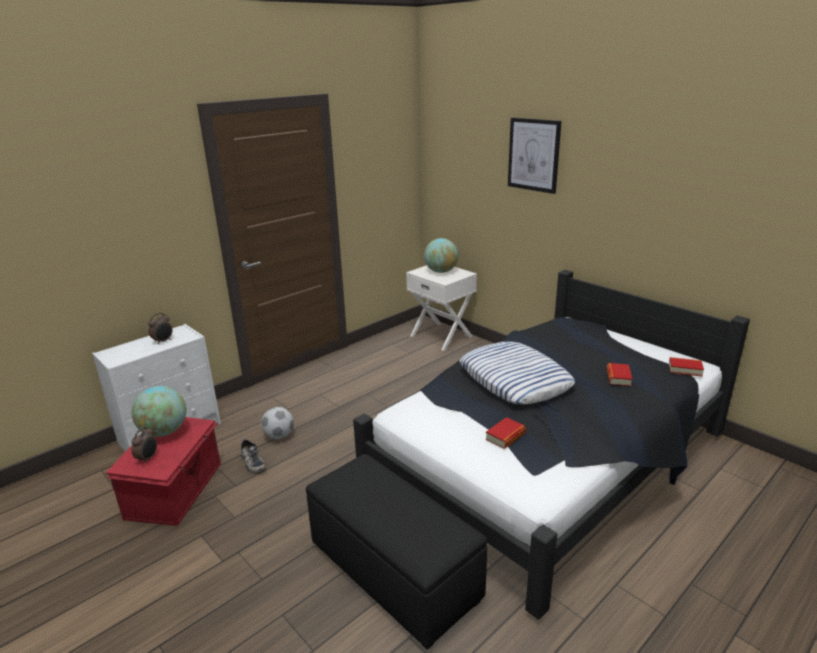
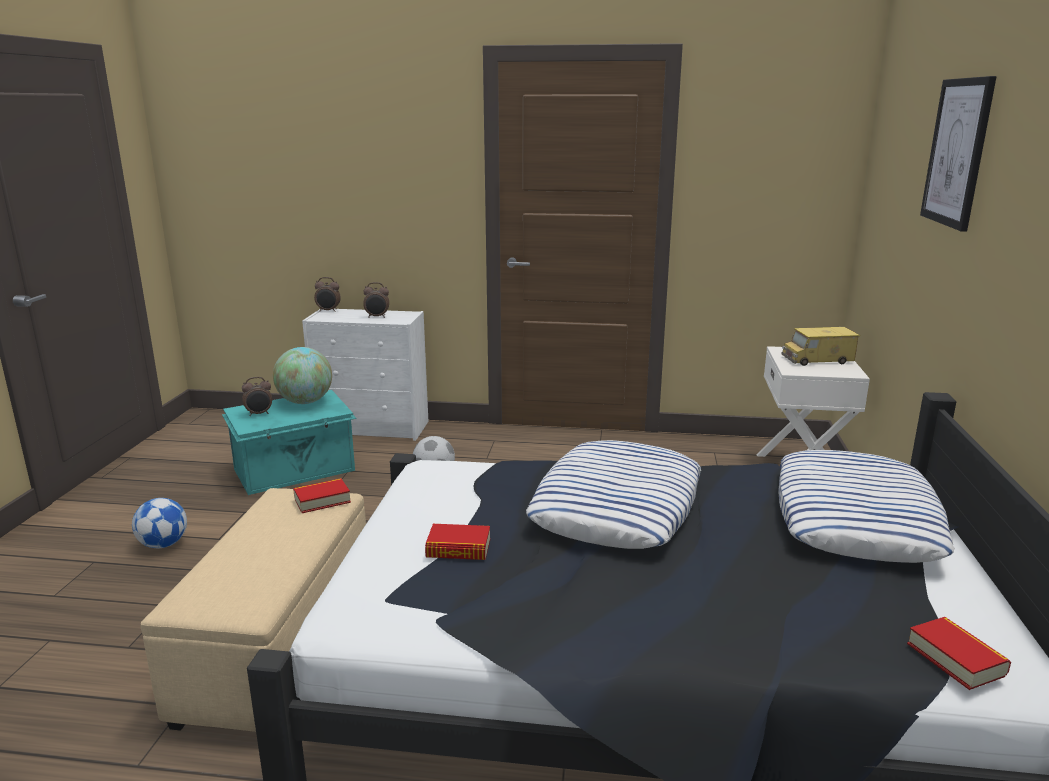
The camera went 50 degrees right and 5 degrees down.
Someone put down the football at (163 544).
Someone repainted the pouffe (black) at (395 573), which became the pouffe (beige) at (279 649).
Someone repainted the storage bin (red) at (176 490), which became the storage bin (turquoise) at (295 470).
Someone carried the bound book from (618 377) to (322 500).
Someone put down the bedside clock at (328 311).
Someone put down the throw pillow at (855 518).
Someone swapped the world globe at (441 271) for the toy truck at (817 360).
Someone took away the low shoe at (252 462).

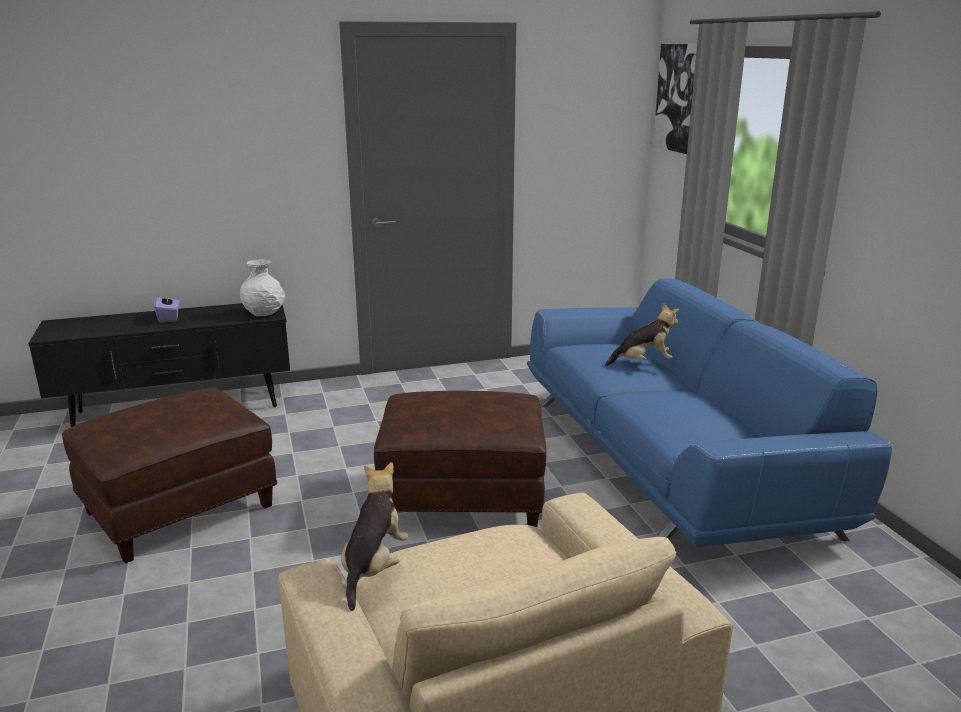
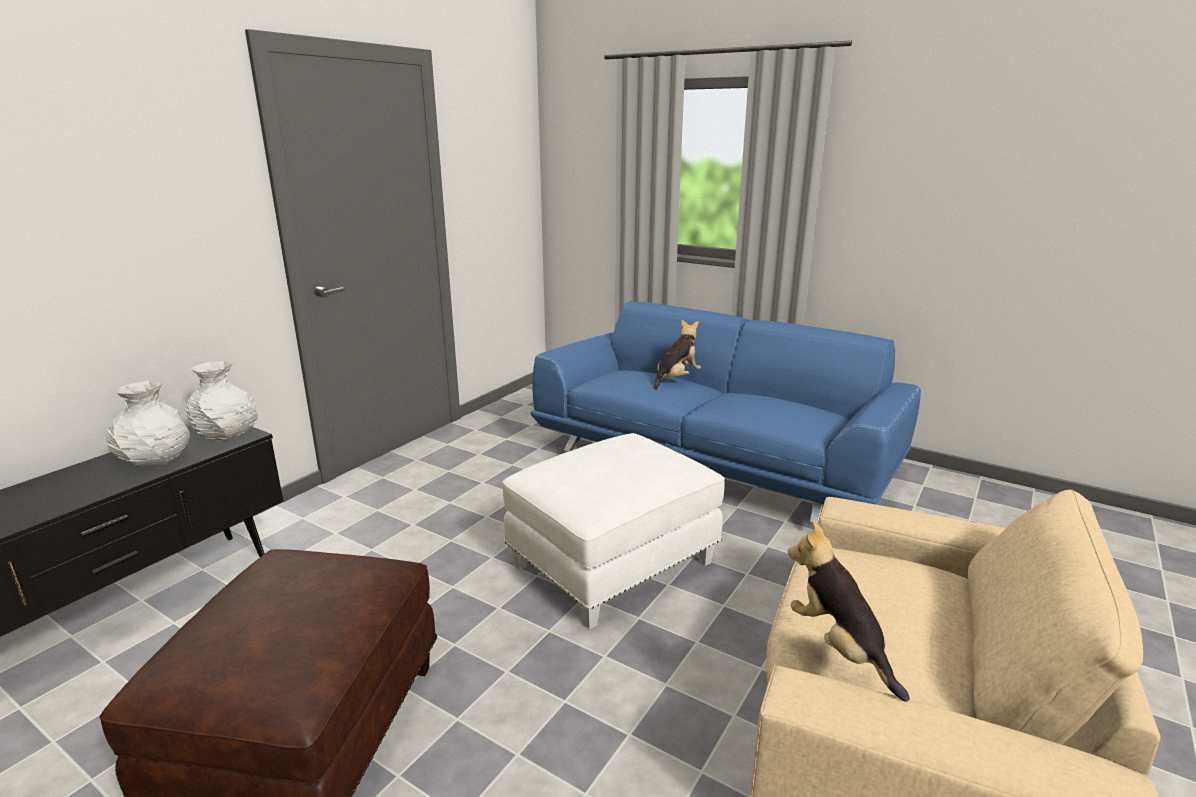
The camera went 40 degrees left and 0 degrees up.
Someone put down the vase (whitish) at (155 460).
Someone repainted the pouffe (brown-coloured) at (464 499), which became the pouffe (whitish) at (613 563).
Someone took away the box of tissues (purplish) at (169 318).
Someone took away the picture at (679 98).

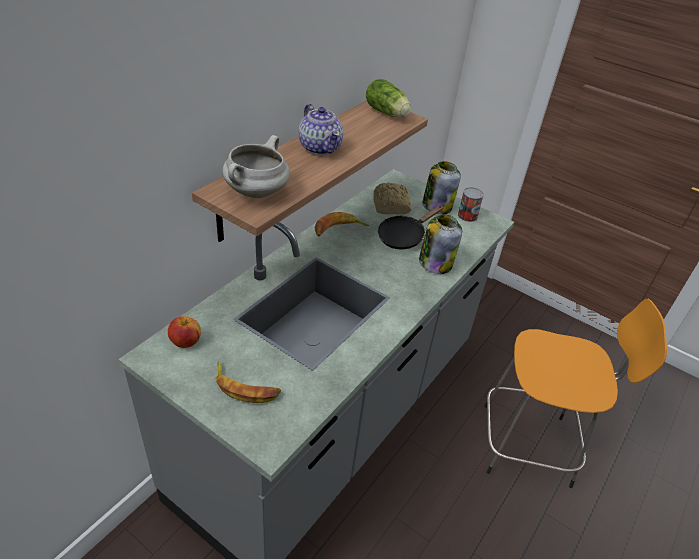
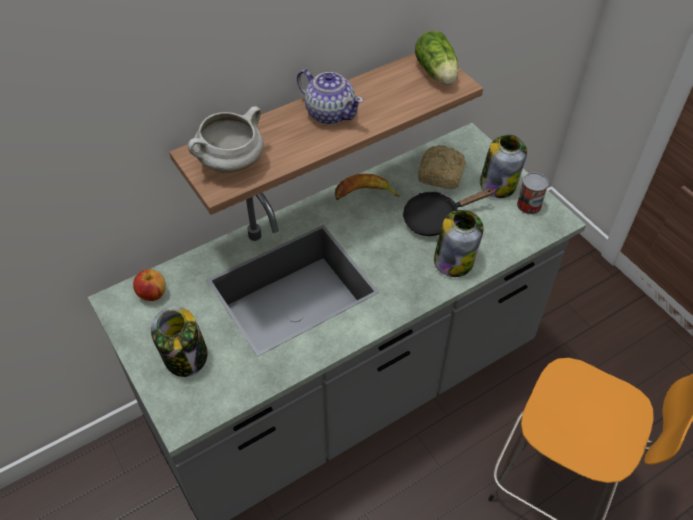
The camera went 25 degrees right and 10 degrees up.
Someone swapped the whole banana at (245 387) for the jar at (185 357).
Someone rotated the tea pot at (320 147) by 45 degrees counterclockwise.

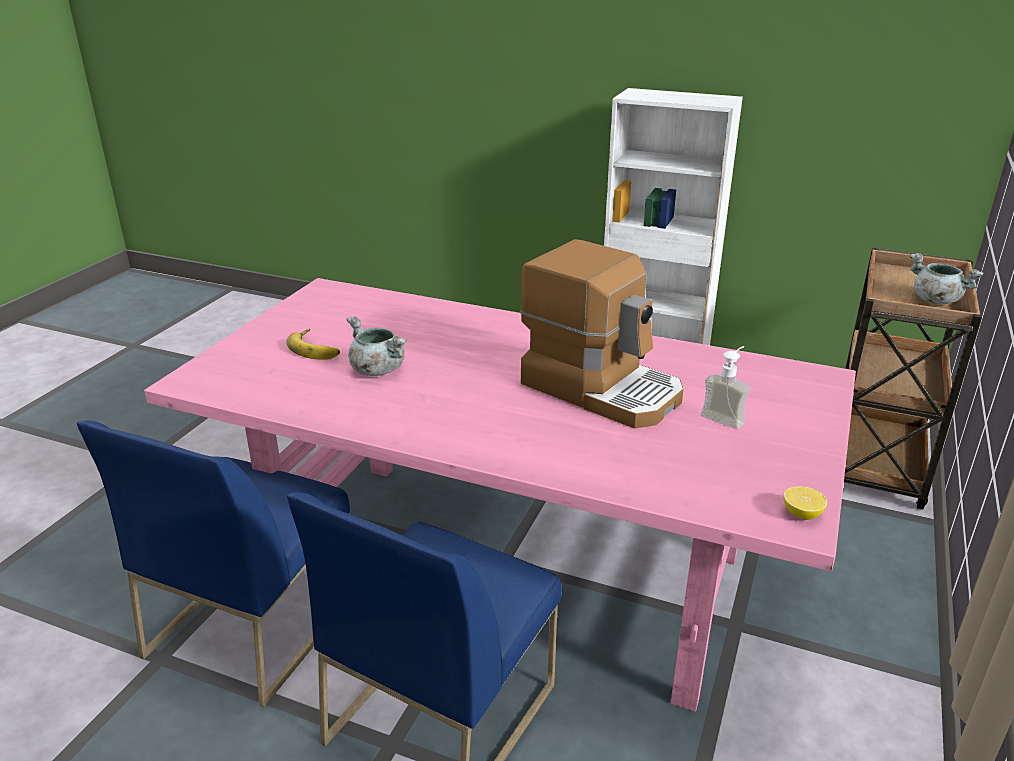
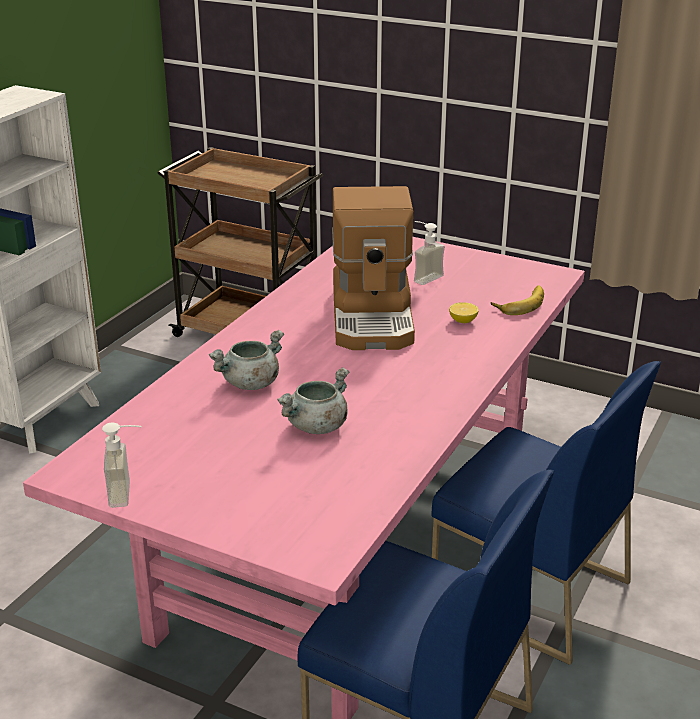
The camera went 85 degrees left and 0 degrees up.
Someone put down the liquid soap bottle at (129 493).
Someone carried the stockpot (gray) from (935 300) to (250 384).
Someone rotated the coffee maker at (602 388) by 135 degrees clockwise.
Someone carried the whole lemon from (802 514) to (463 321).
Someone carried the whole banana from (317 348) to (519 303).

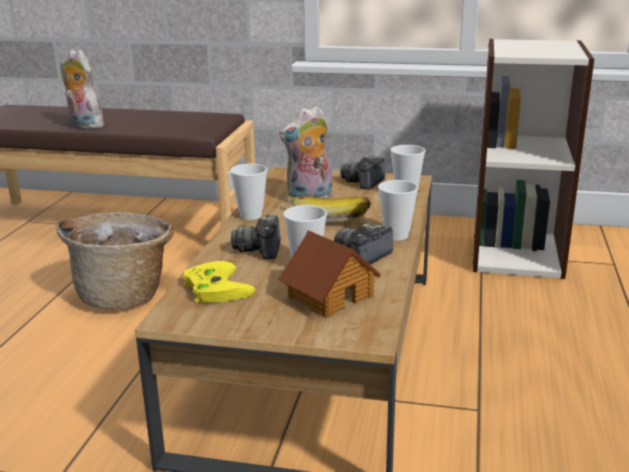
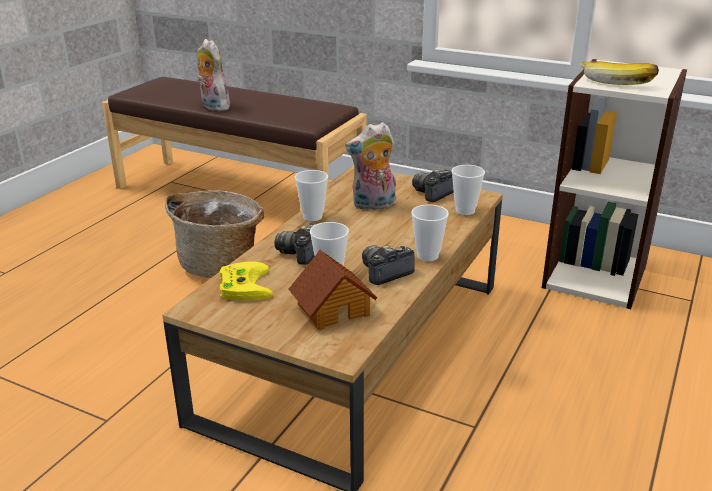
The camera went 15 degrees right and 5 degrees up.
Someone carried the whole banana from (329 216) to (617 81).

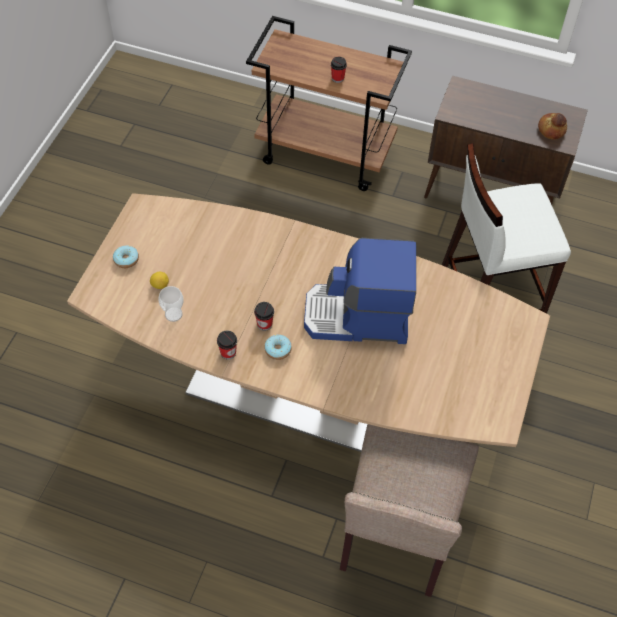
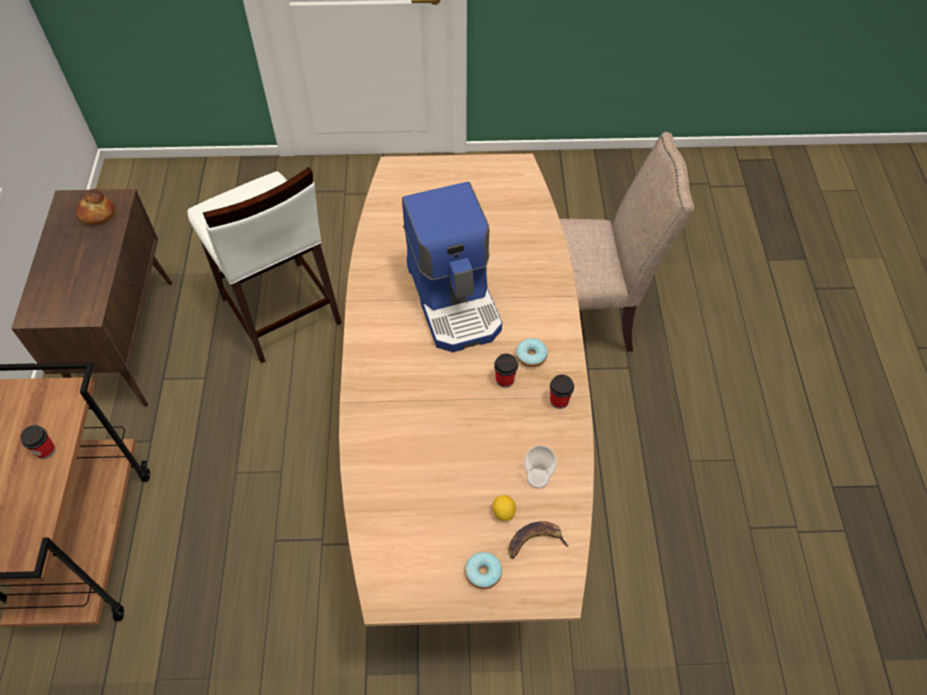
The camera went 110 degrees left and 0 degrees up.
Someone put down the whole banana at (535 541).

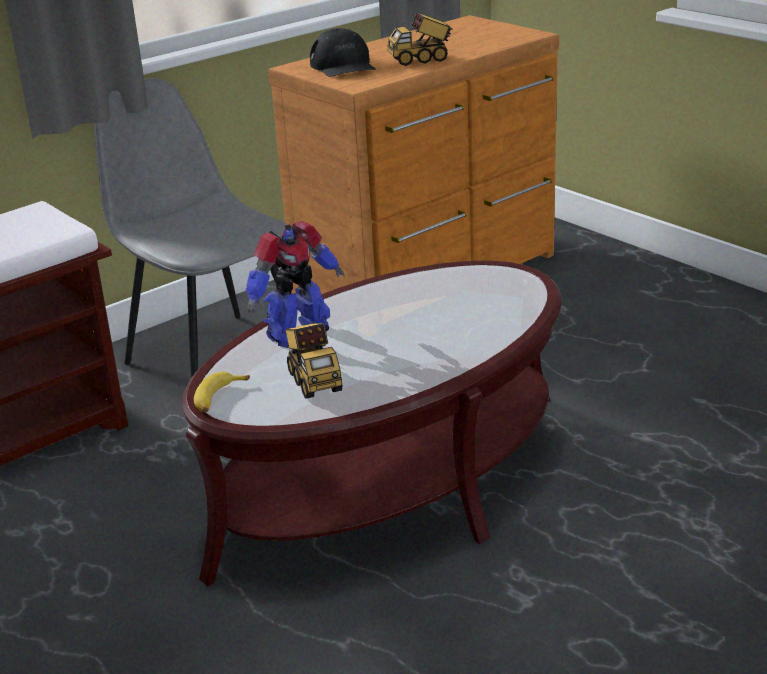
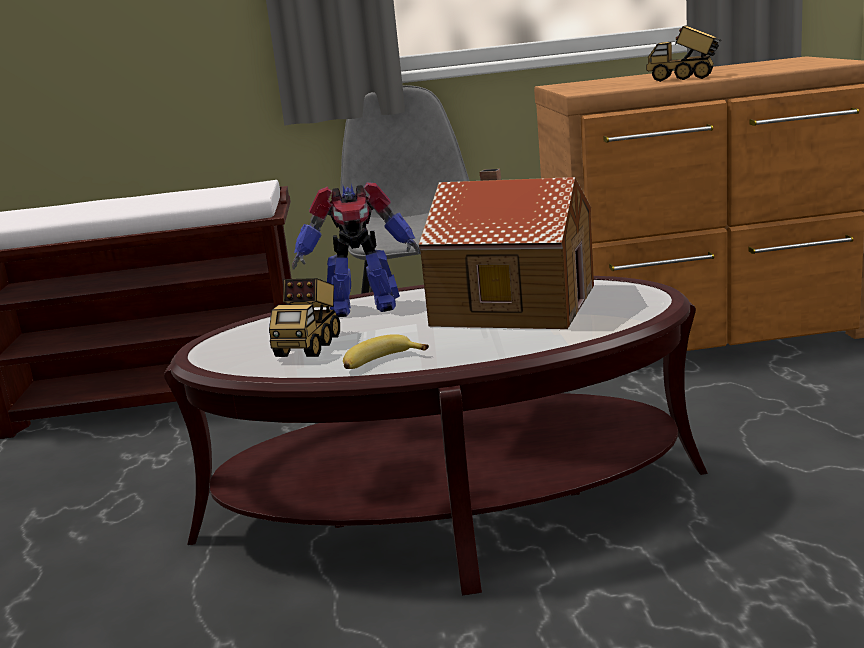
The camera went 35 degrees right and 10 degrees down.
Someone carried the whole banana from (218 398) to (380 362).
Someone put down the toy house at (512 304).
Someone took away the peaked cap (black) at (343 66).

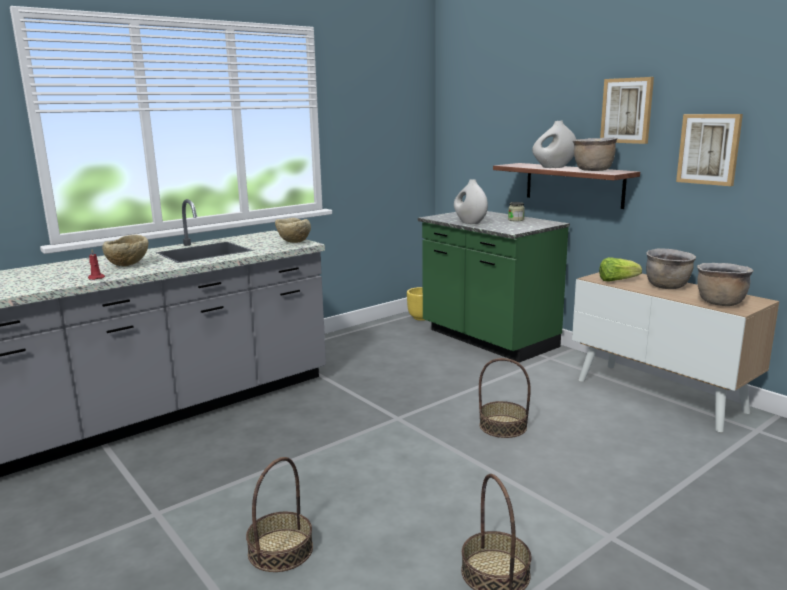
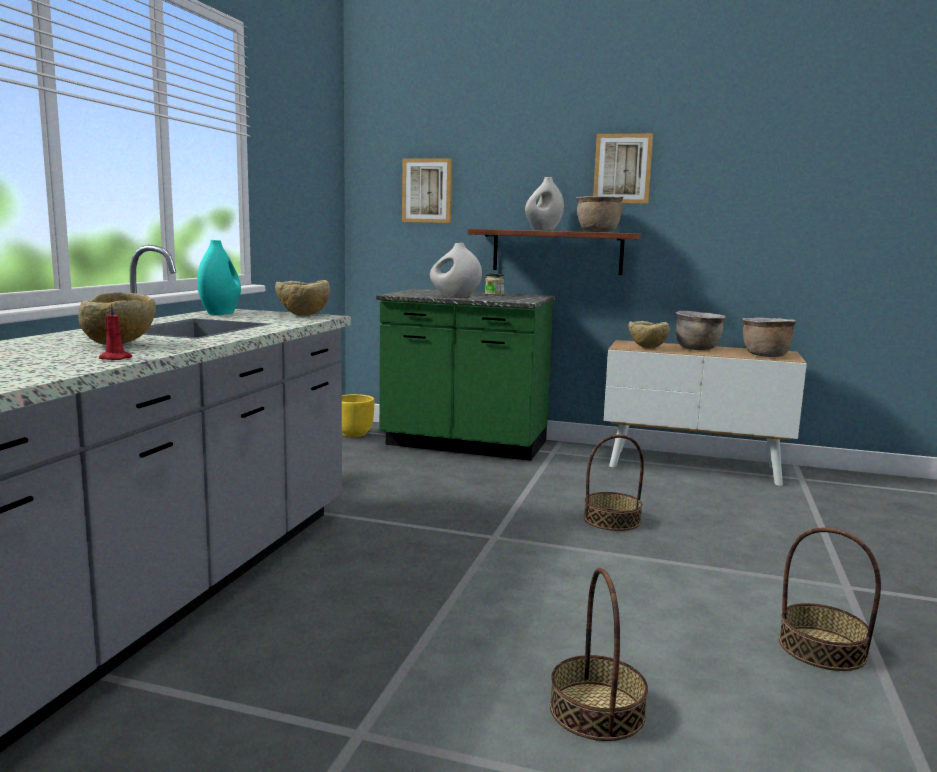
The camera went 35 degrees left and 5 degrees down.
Someone put down the vase (turquoise) at (220 313).
Someone carried the picture from (709 149) to (427 191).
Someone swapped the lettuce at (617 280) for the serving bowl (beige) at (647 348).

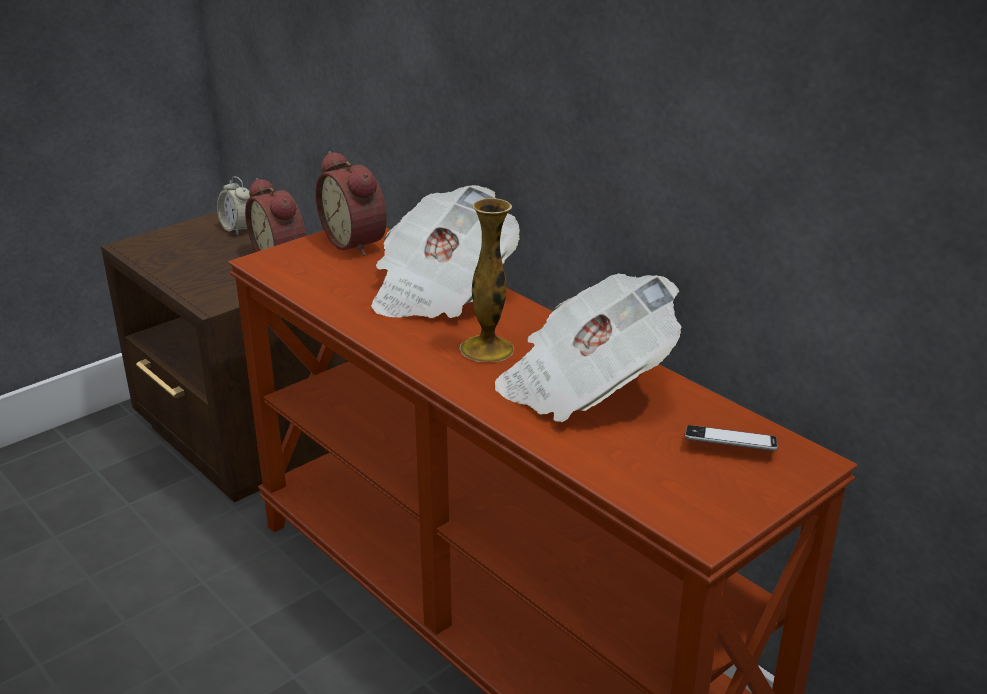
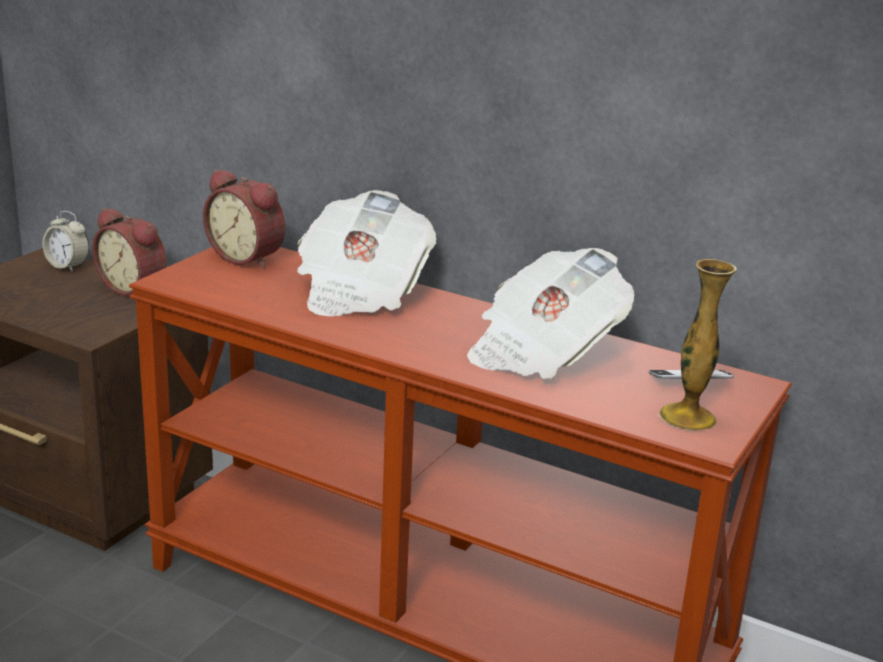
The camera went 20 degrees left and 5 degrees down.
Someone carried the vase from (487 349) to (687 417).

